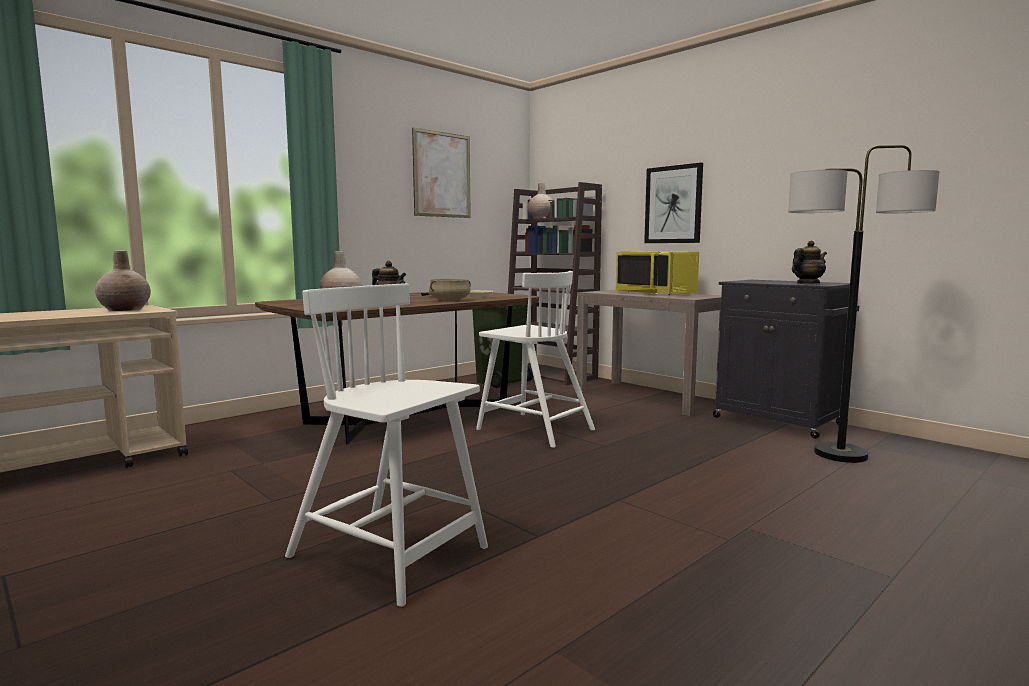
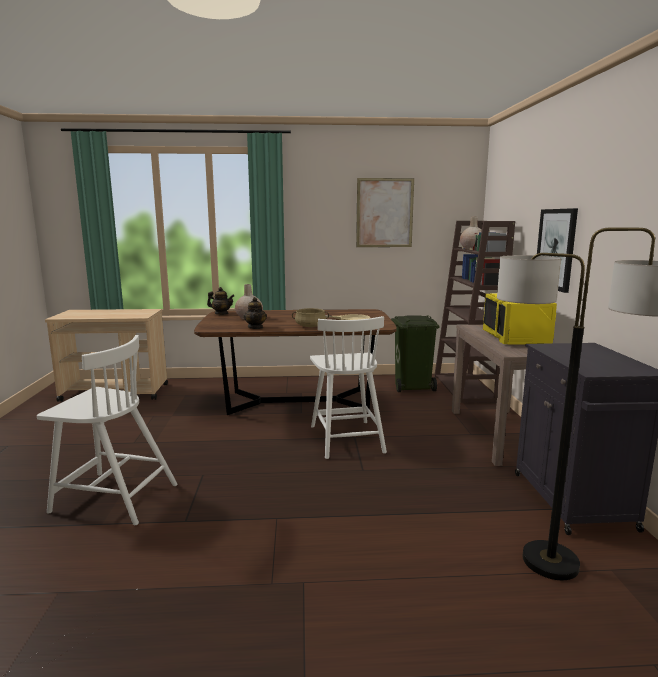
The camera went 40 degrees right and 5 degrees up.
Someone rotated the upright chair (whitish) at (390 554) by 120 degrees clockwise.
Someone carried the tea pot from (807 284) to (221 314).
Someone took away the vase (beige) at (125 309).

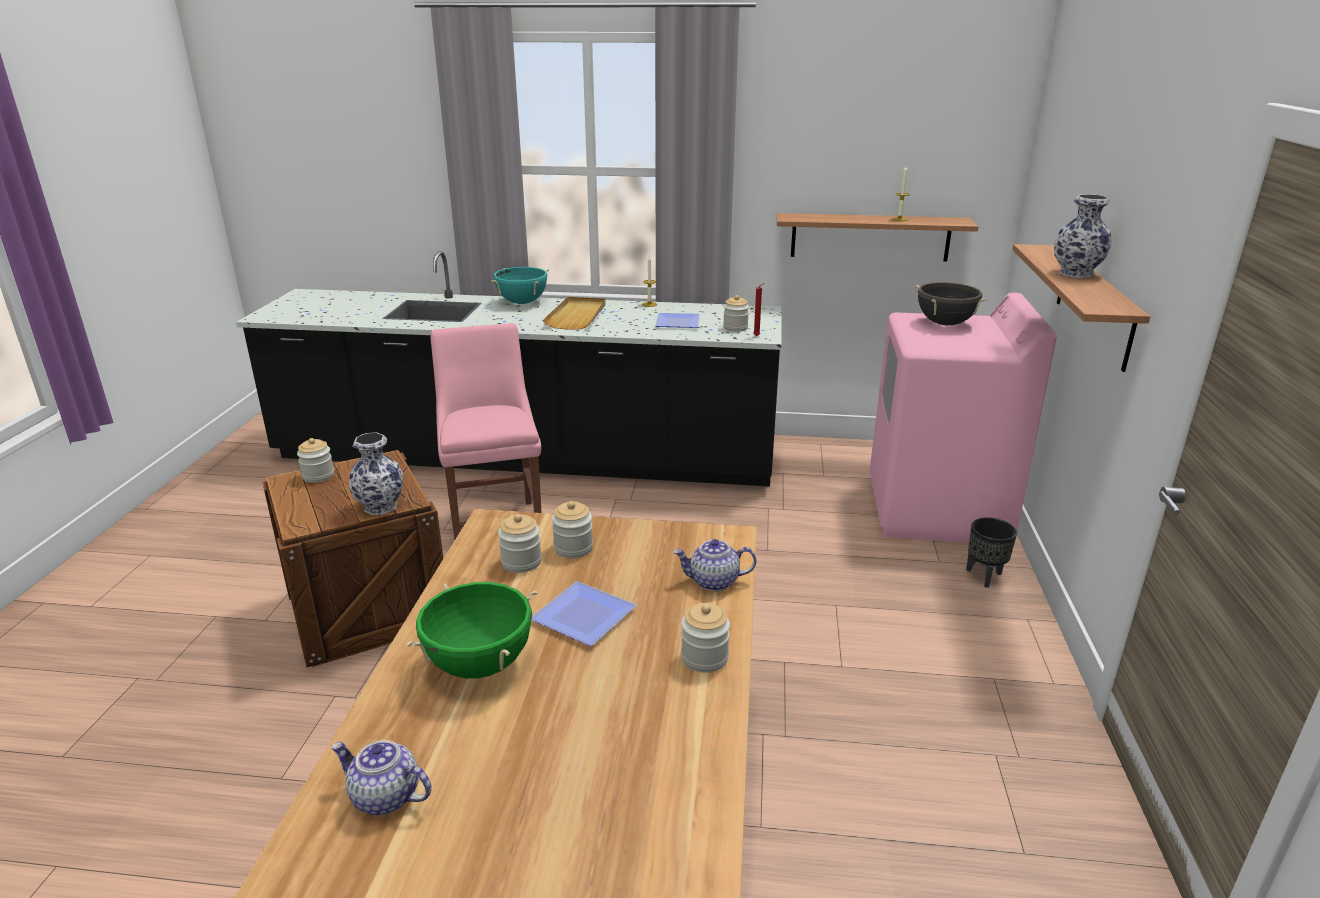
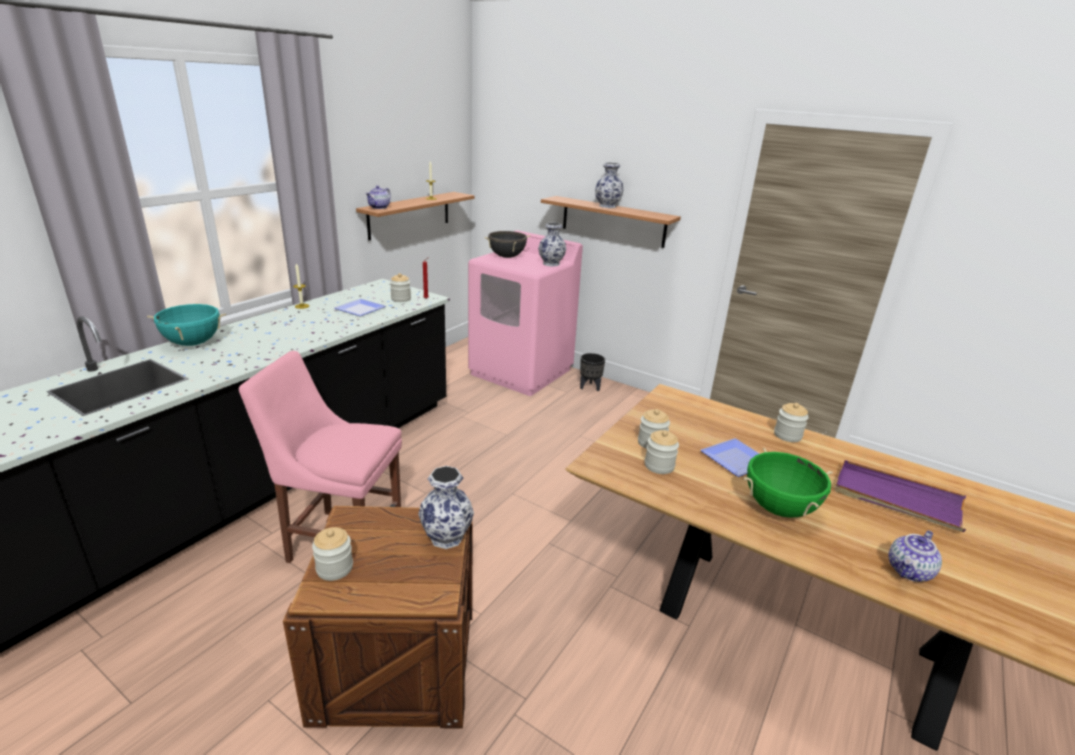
The camera went 65 degrees left and 0 degrees up.
Someone carried the tea pot from (713 582) to (379 207).
Someone put down the vase at (550 264).
Someone put down the carrying tray (purplish) at (896 498).
Someone took away the carrying tray (beige) at (577 316).

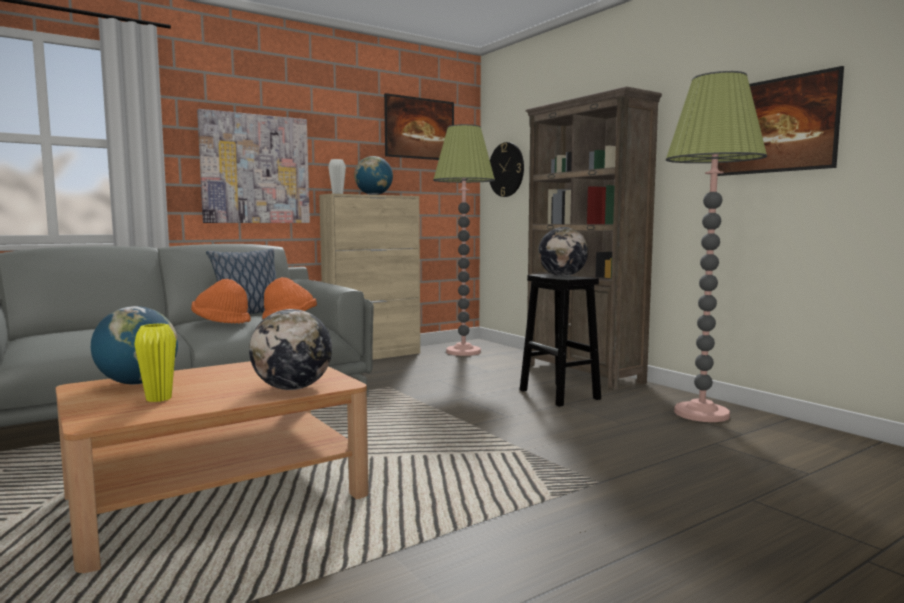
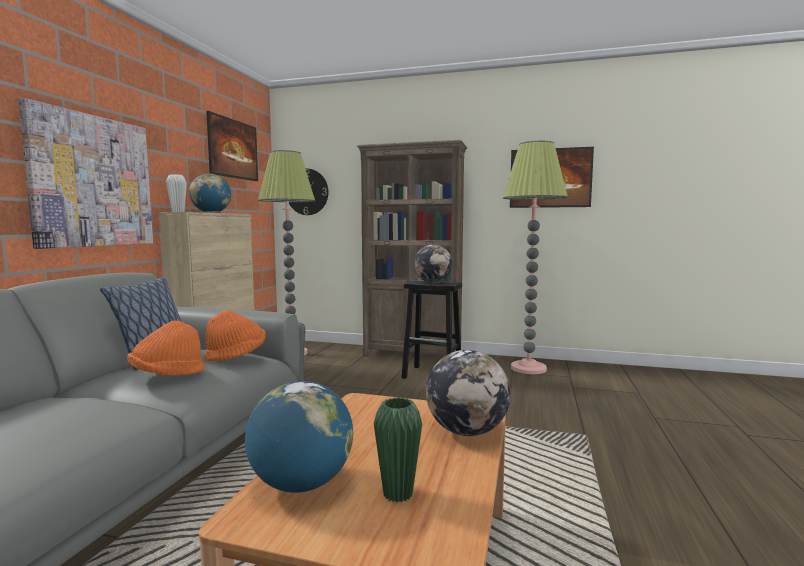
The camera went 40 degrees left and 0 degrees up.
Someone repainted the vase (yellow) at (159 398), which became the vase (green) at (398 493).

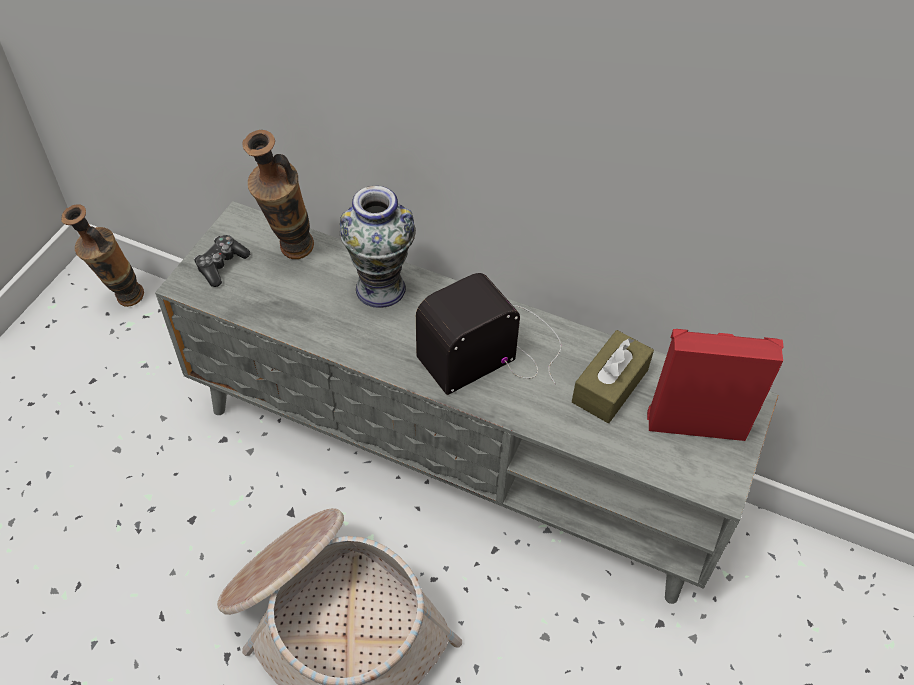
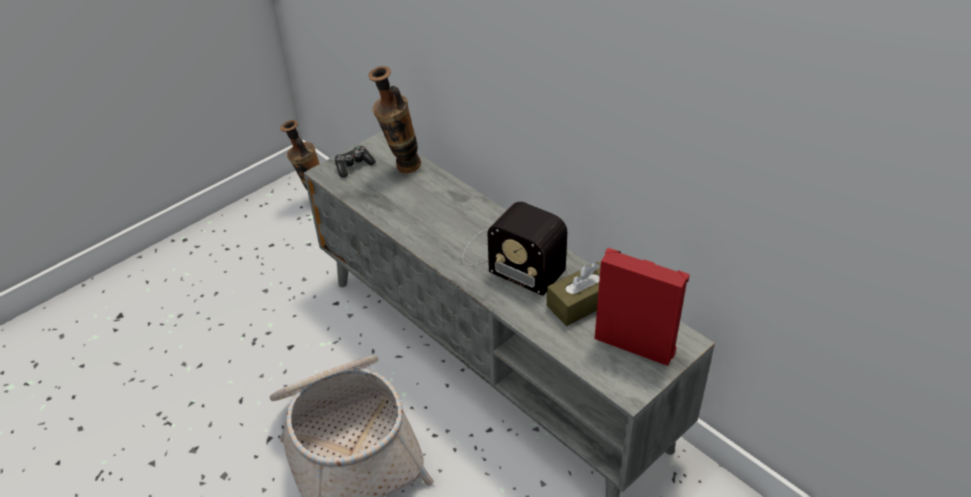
The camera went 25 degrees right and 10 degrees down.
Someone rotated the radio at (495 349) by 135 degrees counterclockwise.
Someone took away the vase at (380 288).

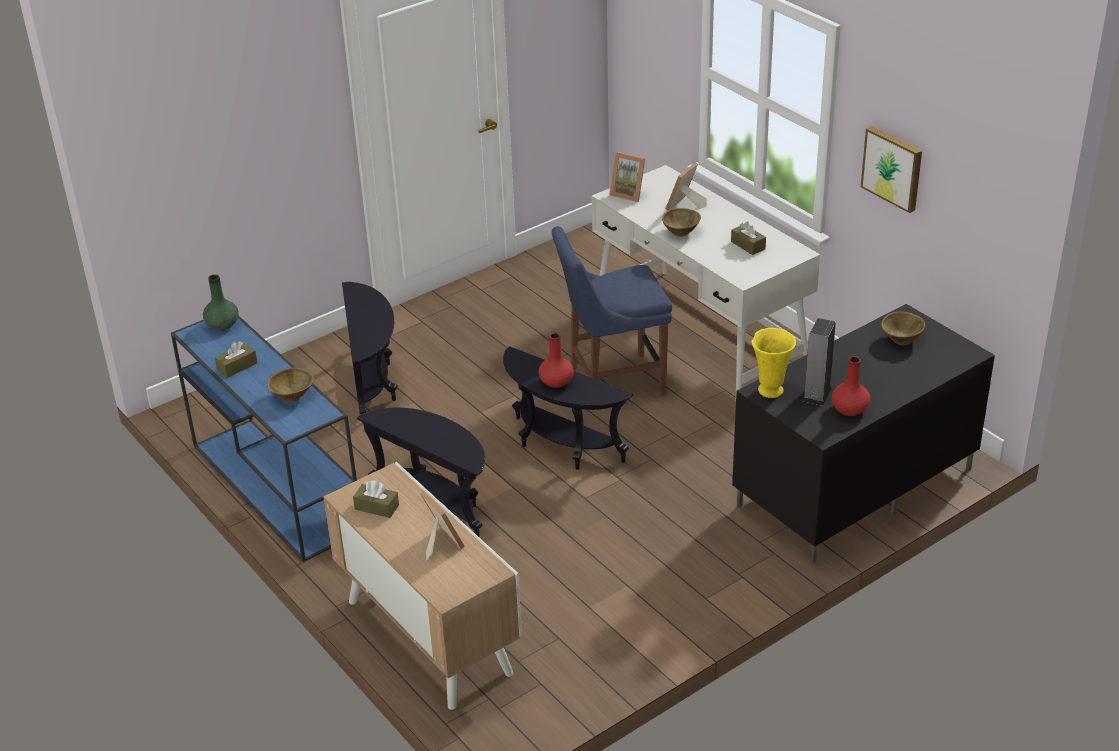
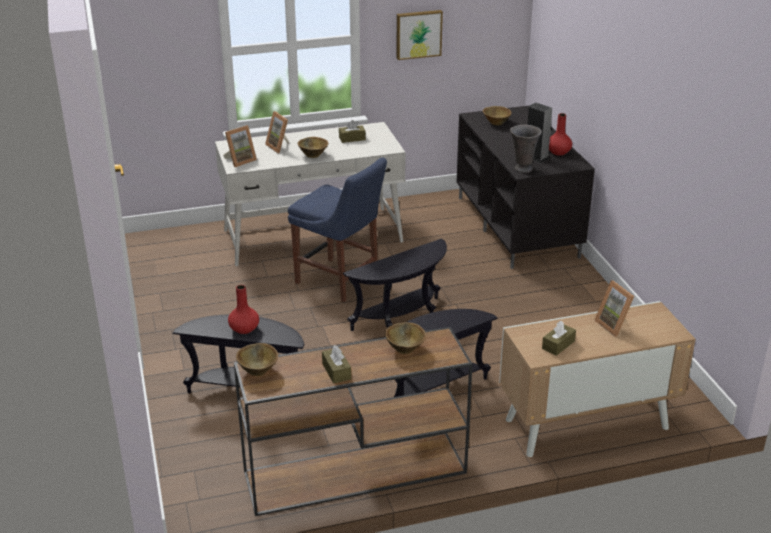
The camera went 70 degrees left and 5 degrees down.
Someone carried the vase (red) from (556 382) to (244 329).
Someone repainted the hall table (blue-coloured) at (274 486), which became the hall table (brown-coloured) at (353 473).
Someone swapped the vase (green) at (222 324) for the serving bowl (brown-coloured) at (258 371).
Someone rotated the upright chair (blue-coloured) at (612 381) by 60 degrees counterclockwise.
Someone repainted the vase (yellow) at (770 390), which became the vase (gray) at (522 169).
Someone rotated the photo frame at (439 543) by 105 degrees counterclockwise.

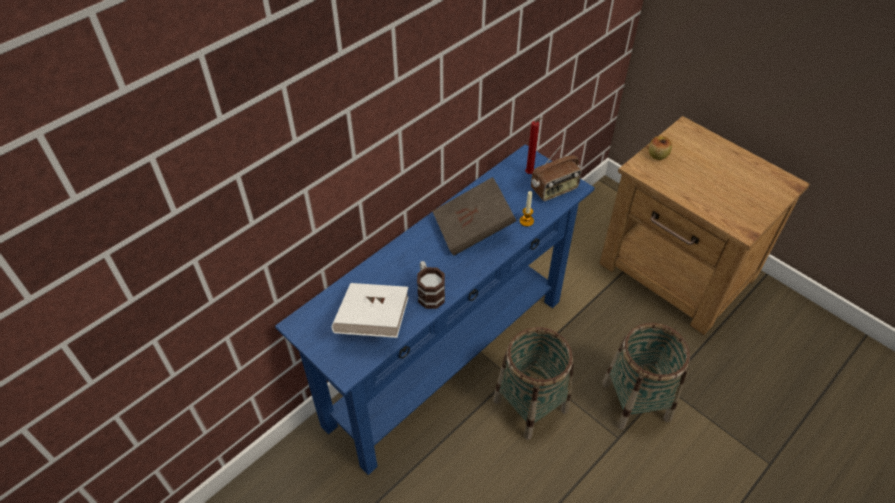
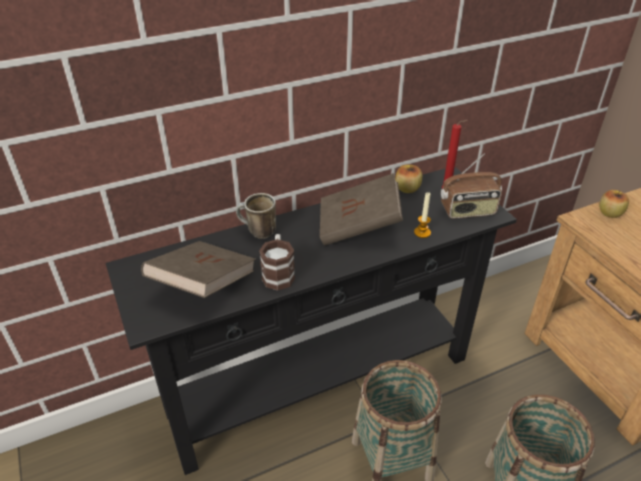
The camera went 20 degrees right and 10 degrees down.
Someone repainted the hall table (blue-coloured) at (446 359), which became the hall table (black) at (319 382).
Someone repainted the bound book (whitish) at (373 321), which became the bound book (brown-coloured) at (203 284).
Someone put down the mug at (257 232).
Someone put down the apple at (407 189).

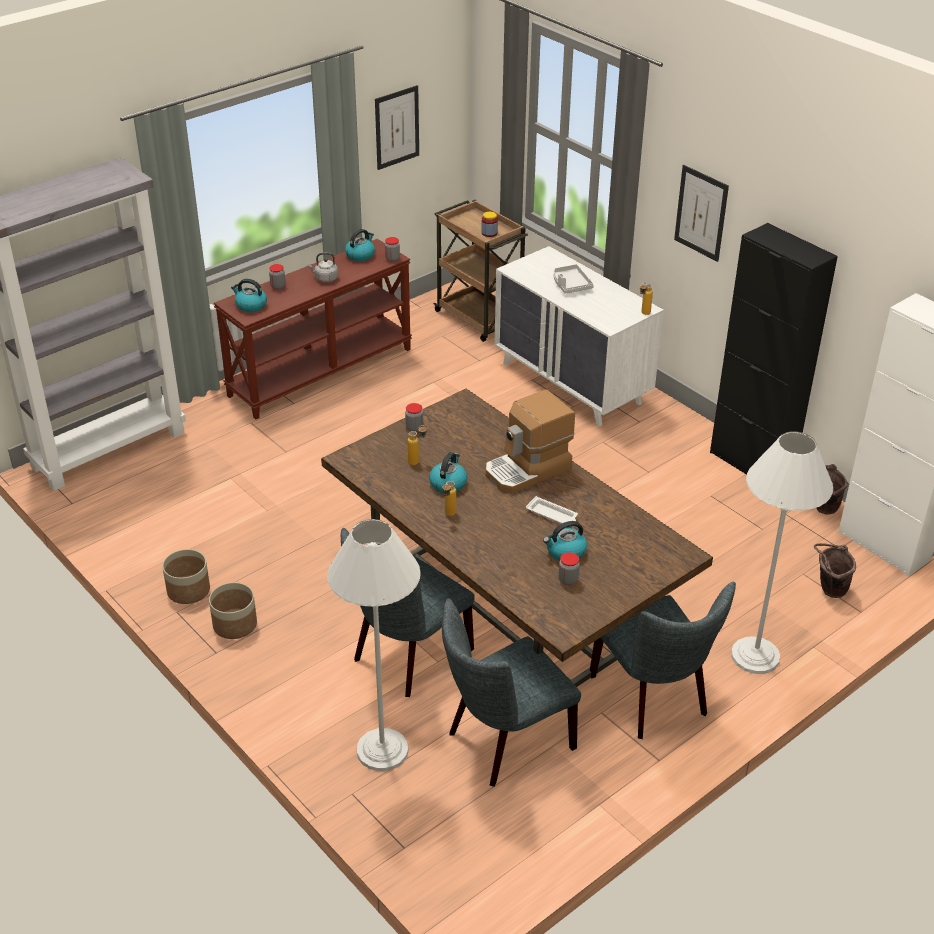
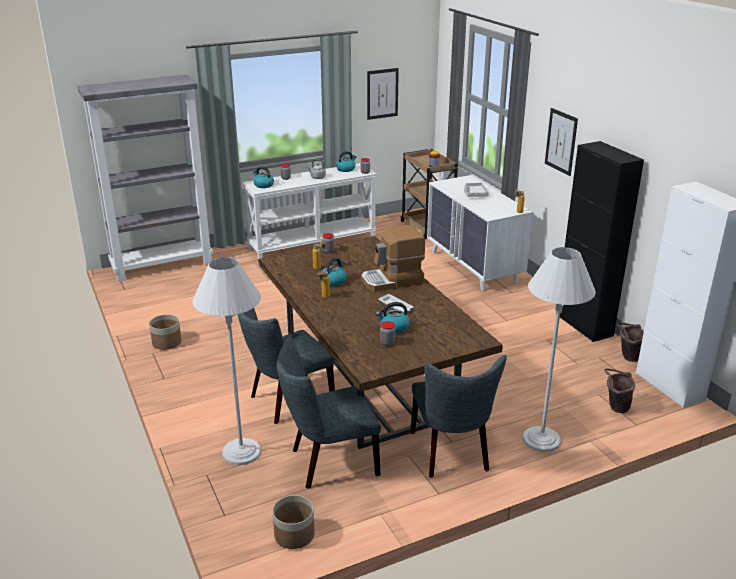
The camera went 15 degrees right and 10 degrees down.
Someone repainted the hall table (brown-coloured) at (320 371), which became the hall table (whitish) at (312 243).
Someone carried the flower pot from (234 624) to (294 535).

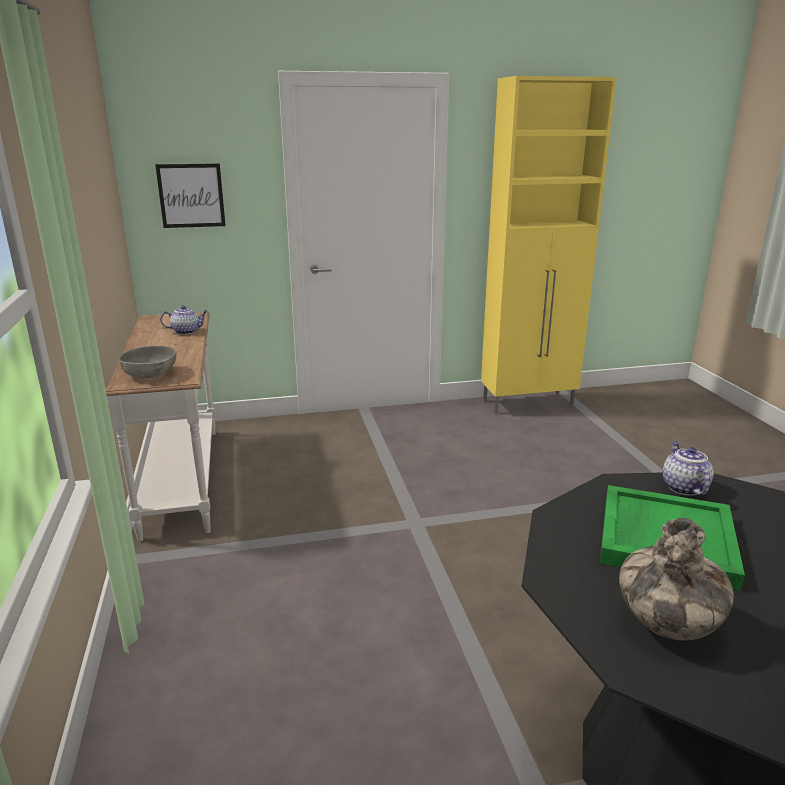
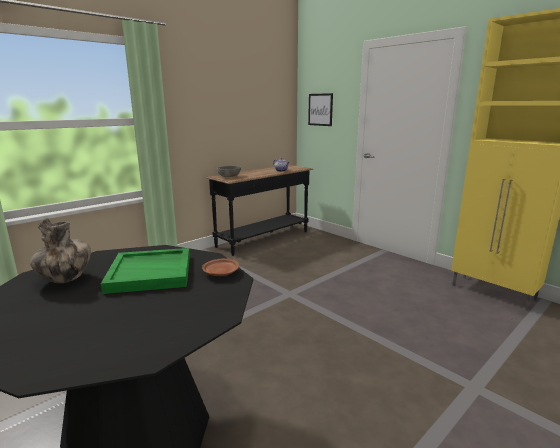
The camera went 60 degrees right and 5 degrees down.
Someone swapped the tea pot at (683 487) for the dinner plate (brown-coloured) at (221 273).
Someone repainted the hall table (whitish) at (184 479), which became the hall table (black) at (264 239).

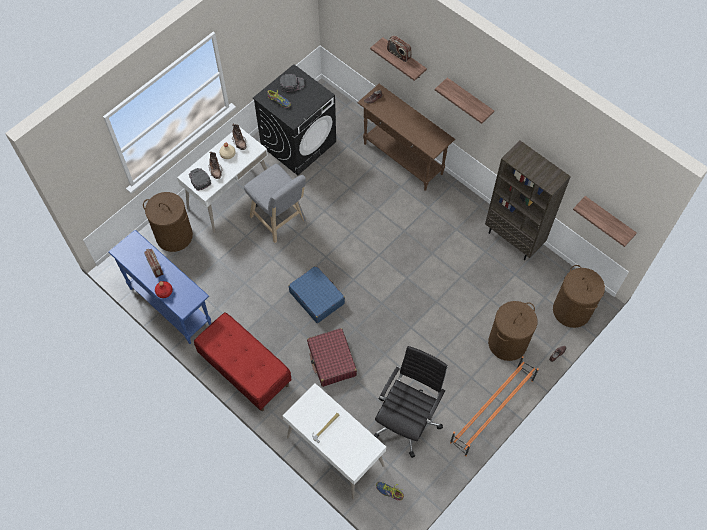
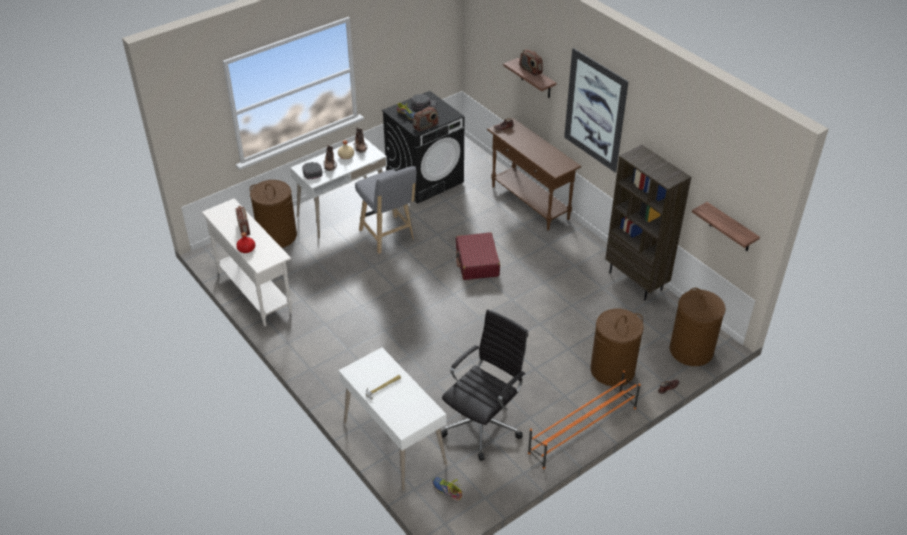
The camera went 10 degrees right and 20 degrees down.
Someone repainted the hall table (blue-coloured) at (170 305), which became the hall table (whitish) at (254 292).
Someone put down the radio at (426 126).
Someone carried the piece of luggage (red) from (332 360) to (477 262).
Someone swapped the shelf at (469 100) for the picture at (595 110).
Someone took away the bench (red) at (245 370).
Someone took away the piece of luggage (blue-coloured) at (317 297).

